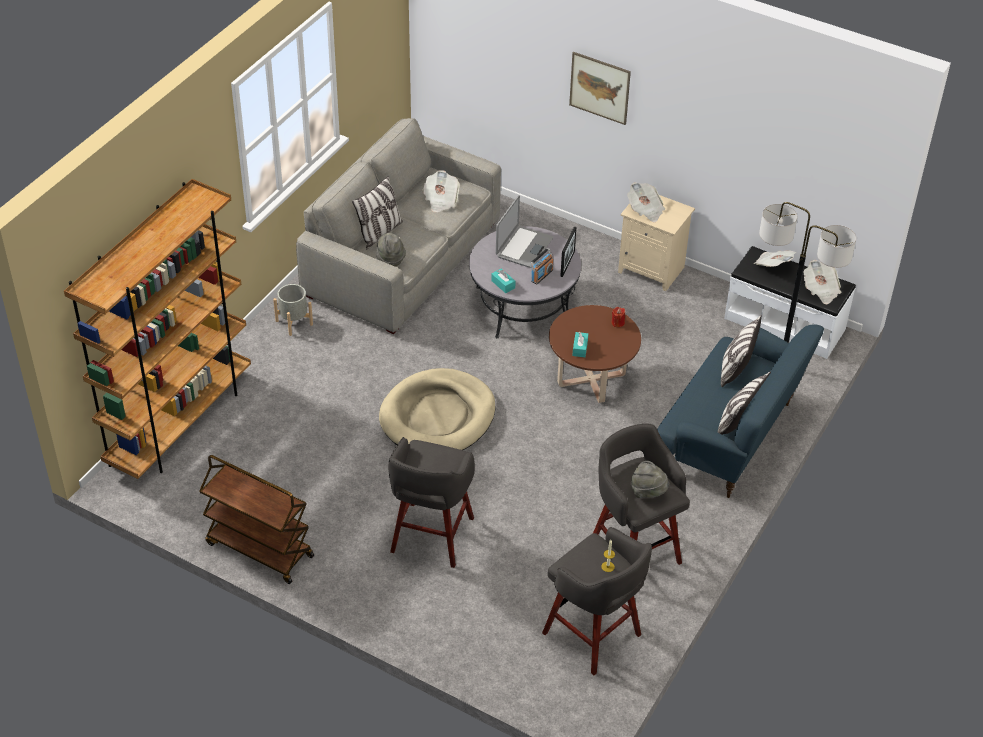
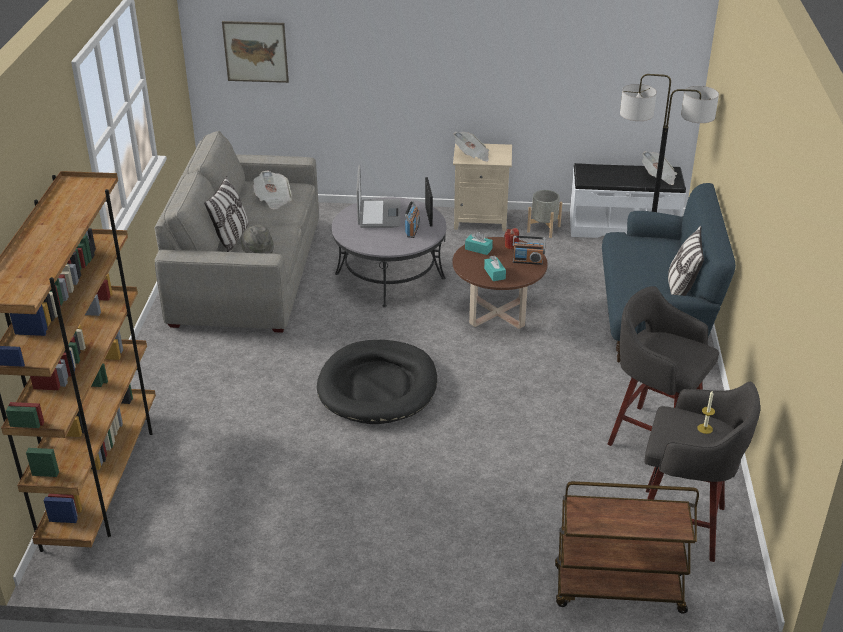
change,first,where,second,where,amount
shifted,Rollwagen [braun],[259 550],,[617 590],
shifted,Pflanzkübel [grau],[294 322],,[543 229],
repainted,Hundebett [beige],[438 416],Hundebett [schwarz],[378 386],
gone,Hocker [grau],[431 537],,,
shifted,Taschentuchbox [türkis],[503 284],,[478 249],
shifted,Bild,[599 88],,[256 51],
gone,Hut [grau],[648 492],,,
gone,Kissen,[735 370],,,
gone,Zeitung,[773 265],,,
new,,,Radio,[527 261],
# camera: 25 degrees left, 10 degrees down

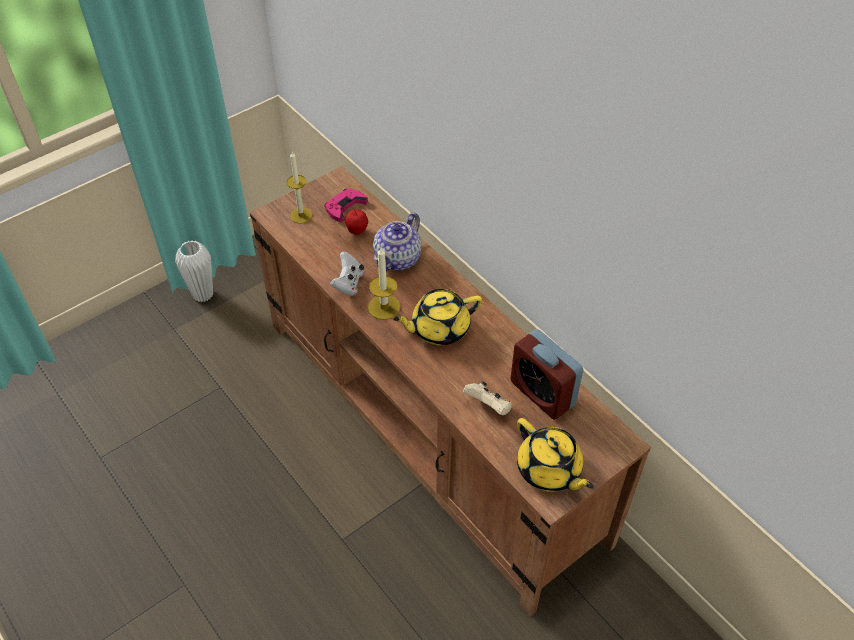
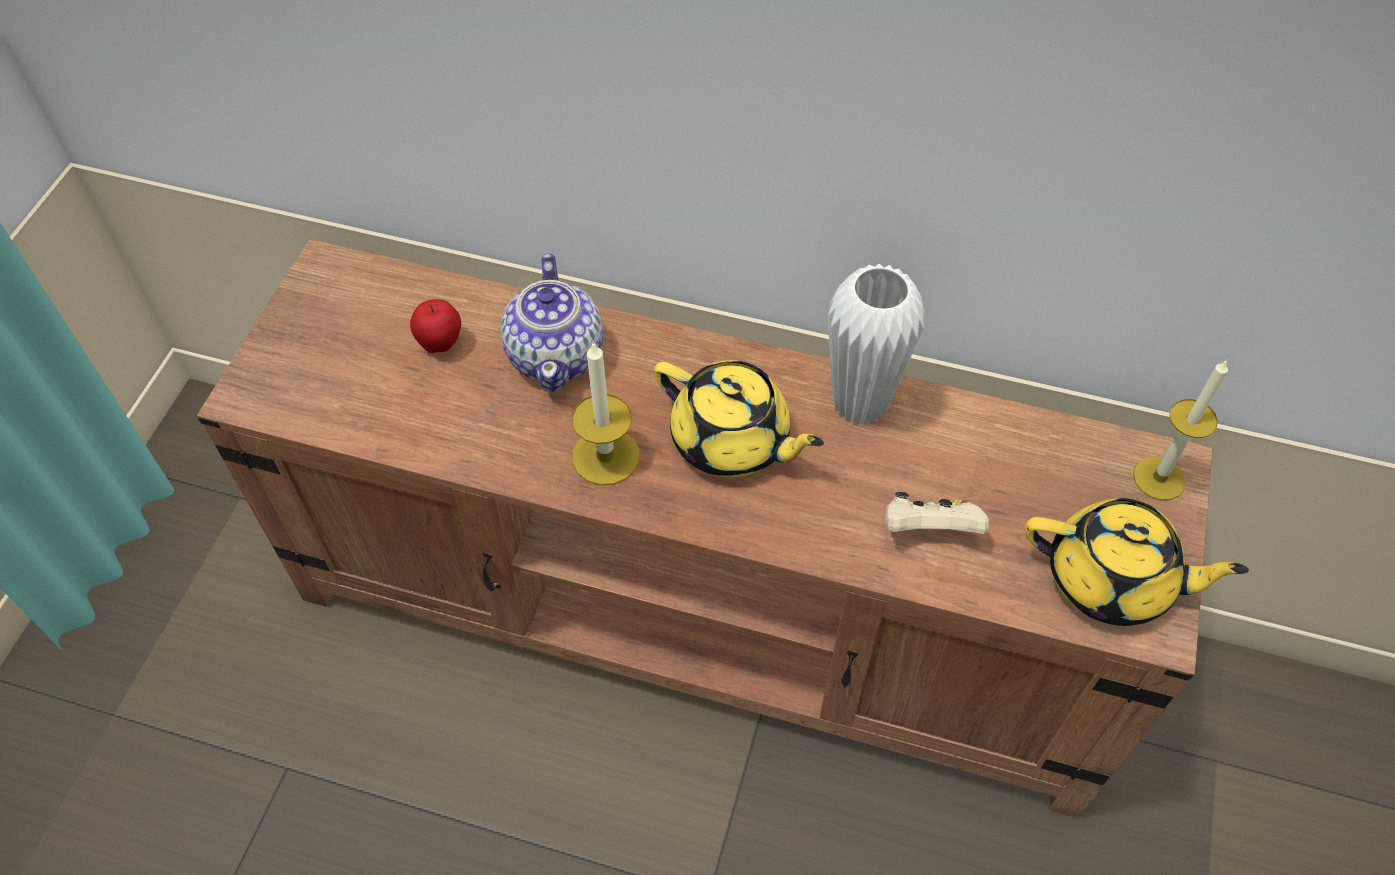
change,first,where,second,where,amount
shifted,Vase [weiß],[203 294],,[860 403],
shifted,Kerze,[301 215],,[1159 478],
gone,Gamepad [rosa],[345 207],,,
gone,Gamepad [weiß],[348 283],,,
rotated,Teekanne [gelb],[439 328],,[732 441],90 degrees counterclockwise
gone,Wecker,[542 393],,,
# camera: 35 degrees left, 5 degrees up

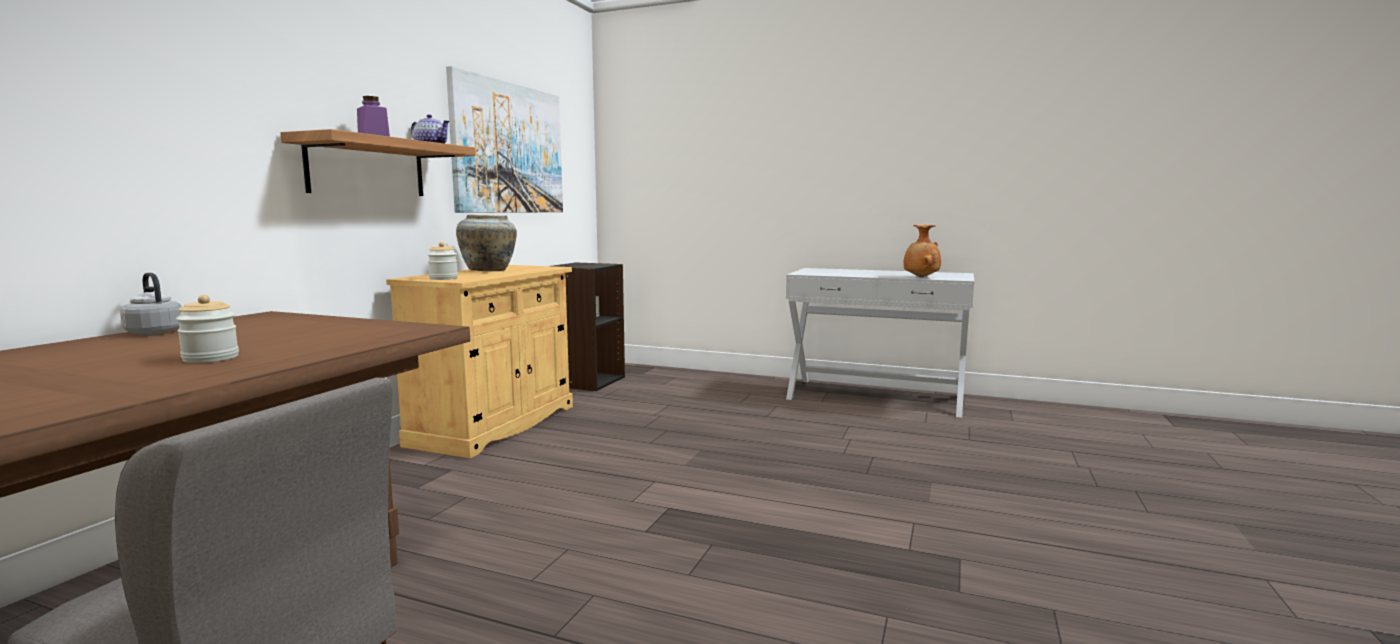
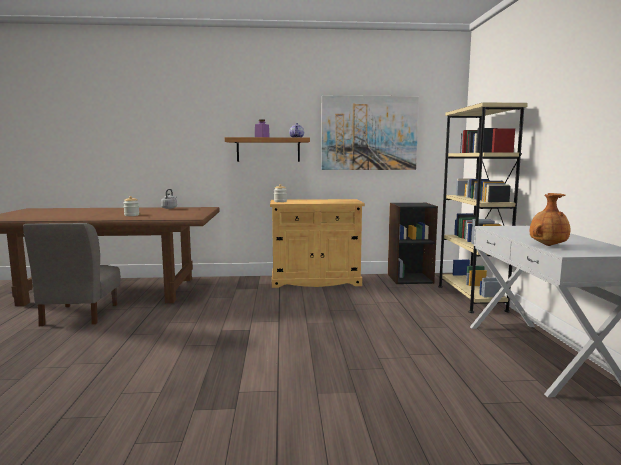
change,first,where,second,where,amount
gone,Vase [beige],[489 271],,,
new,,,Bücherregal [beige],[470 298],
# camera: 65 degrees right, 0 degrees up

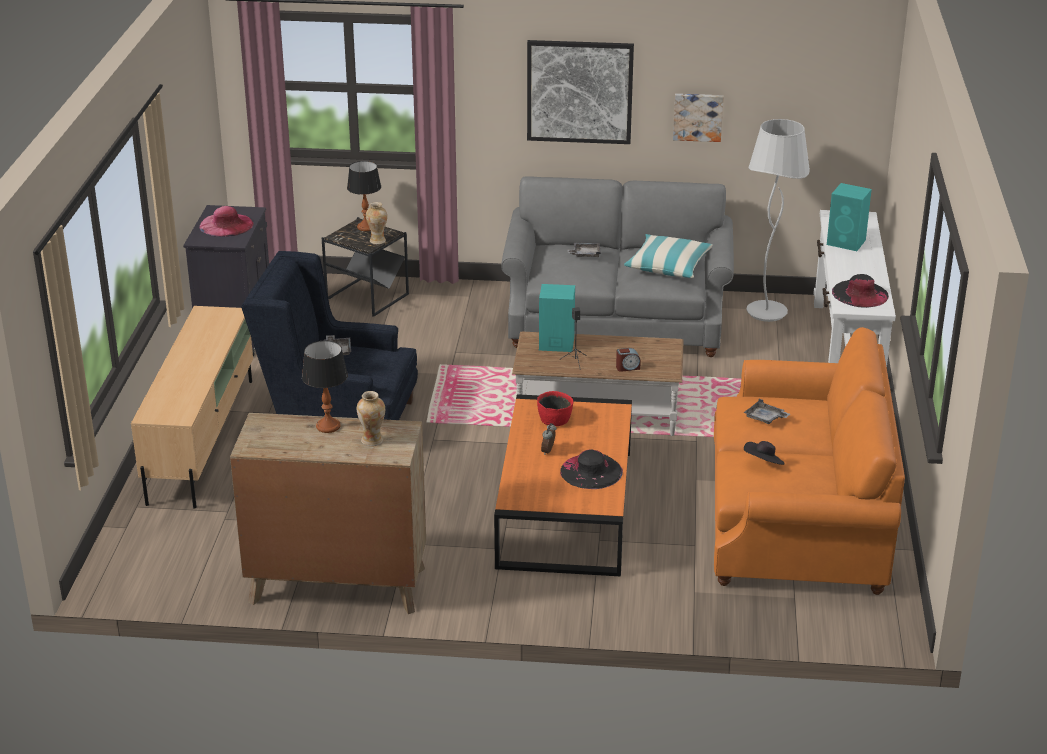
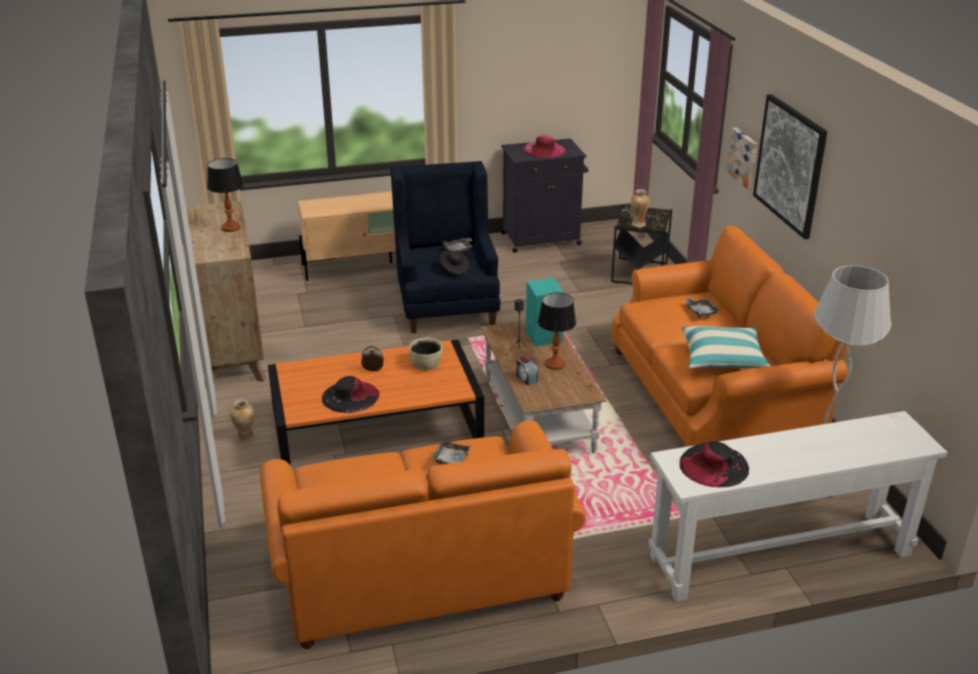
change,first,where,second,where,amount
shifted,Tischlampe,[366 227],,[555 364],
shifted,Vase,[372 440],,[245 439],
repainted,Sofa [grau],[617 320],Sofa [orange],[713 394],
repainted,Schüssel [rot],[555 419],Schüssel [beige],[426 364],
shifted,Bild,[698 116],,[744 157],
shifted,Hut [schwarz],[763 463],,[454 269],
gone,Lautsprecher [türkis],[847 242],,,
# camera: 70 degrees right, 0 degrees up

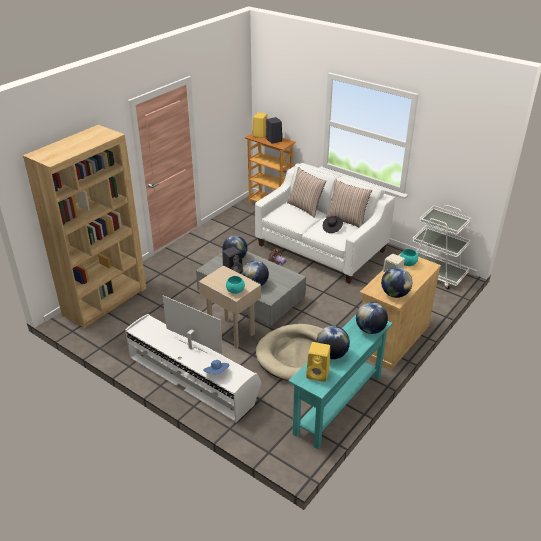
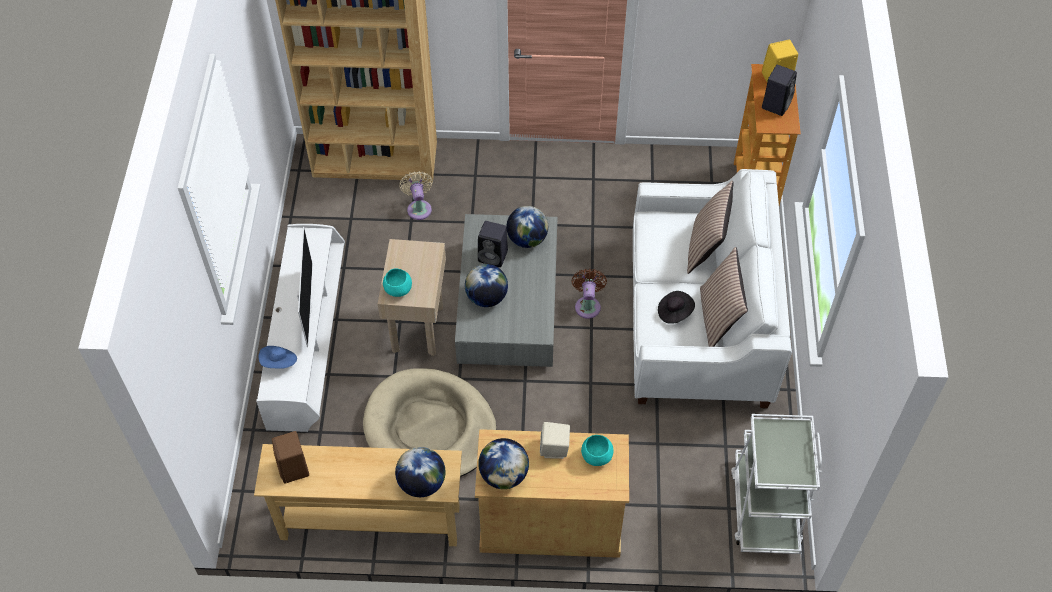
change,first,where,second,where,amount
repainted,Konsolentisch [türkis],[339 405],Konsolentisch [beige],[370 523],
repainted,Lautsprecher [gelb],[318 374],Lautsprecher [braun],[294 469],
gone,Globus,[332 354],,,
new,,,Ventilator [beige],[419 207],
# camera: 55 degrees right, 20 degrees up

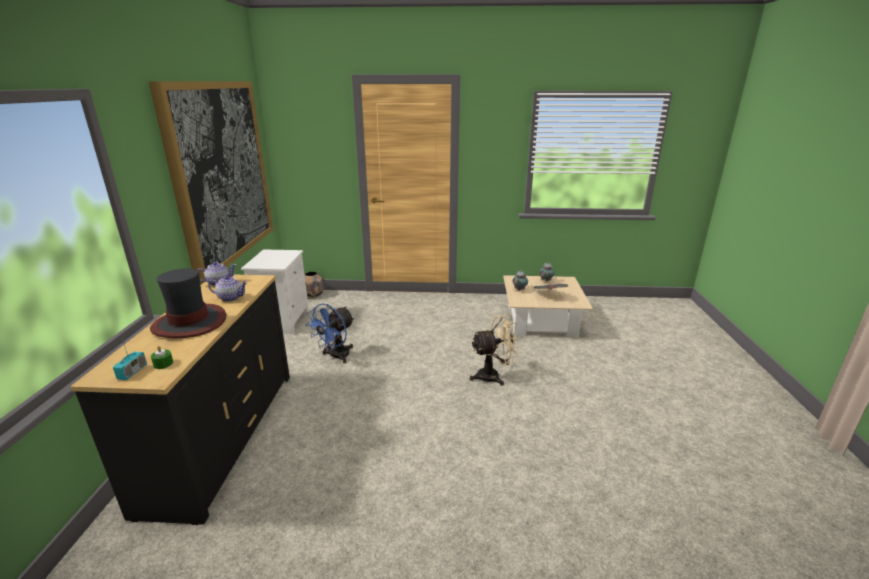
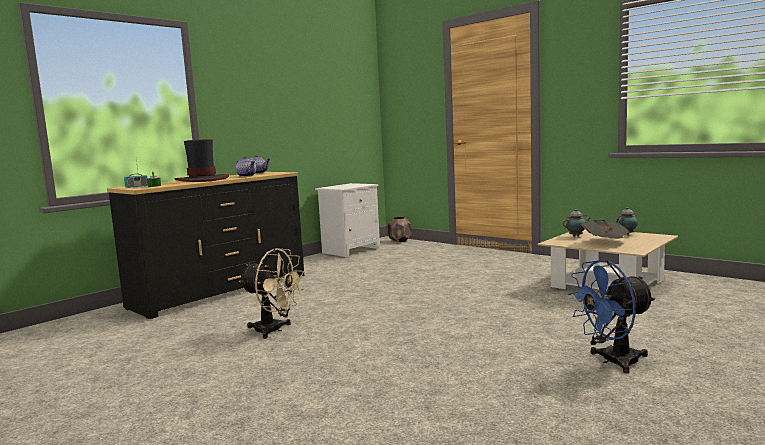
change,first,where,second,where,amount
gone,Bild,[221 173],,,
shifted,Ventilator [blau],[335 357],,[612 361],
shifted,Ventilator [beige],[493 376],,[274 330],
# camera: 40 degrees right, 15 degrees down

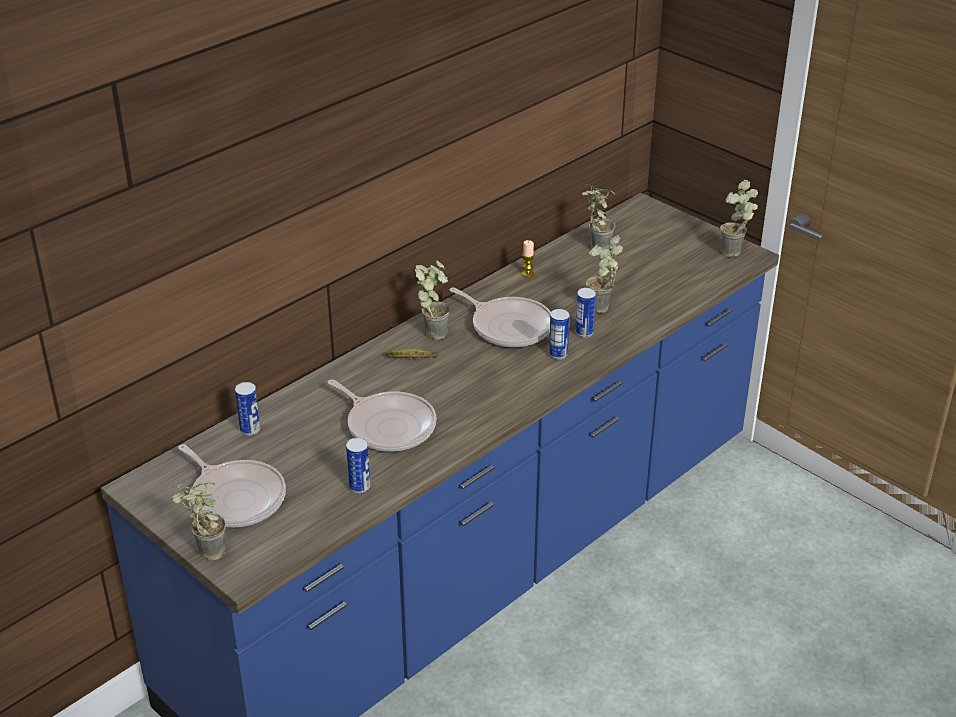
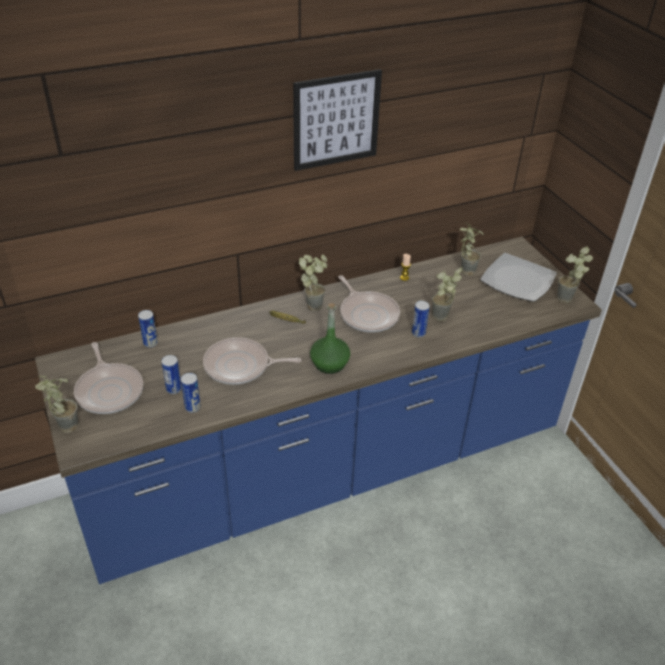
change,first,where,second,where,amount
rotated,Pfanne,[388 426],,[240 366],120 degrees clockwise
shifted,Dose,[558 354],,[173 389],
new,,,Bild,[336 120],
new,,,Flasche [grün],[329 363],
new,,,Teller,[518 281],
# camera: 20 degrees right, 5 degrees up

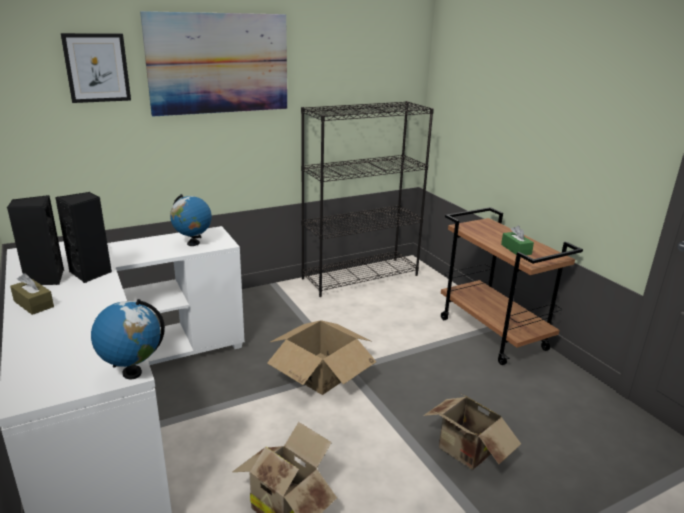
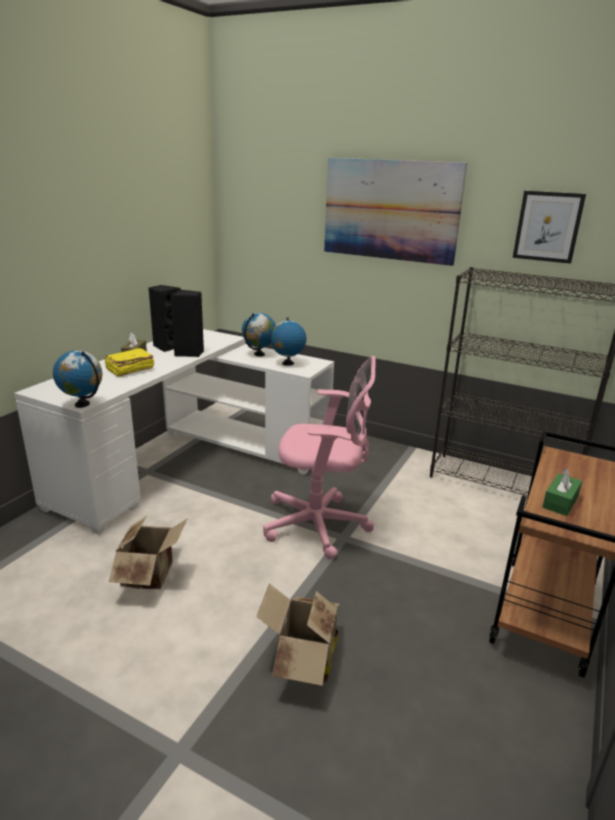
change,first,where,second,where,amount
shifted,Bild,[97 68],,[548 227],
swapped,Karton,[321 373],Bürostuhl [rosa],[320 525],
new,,,Buch [gelb],[129 370],
new,,,Globus,[259 354],
# camera: 55 degrees right, 0 degrees up

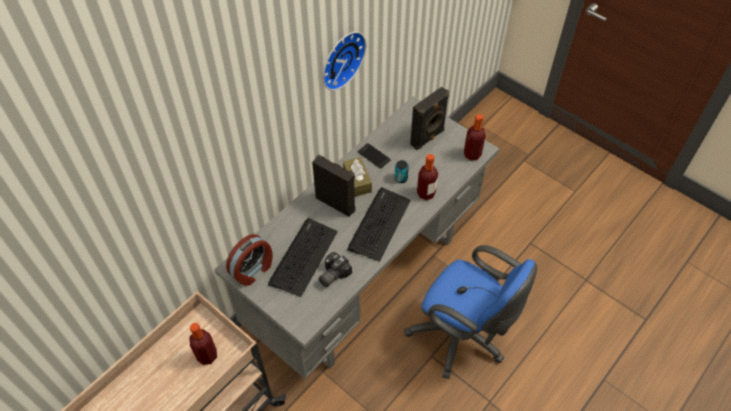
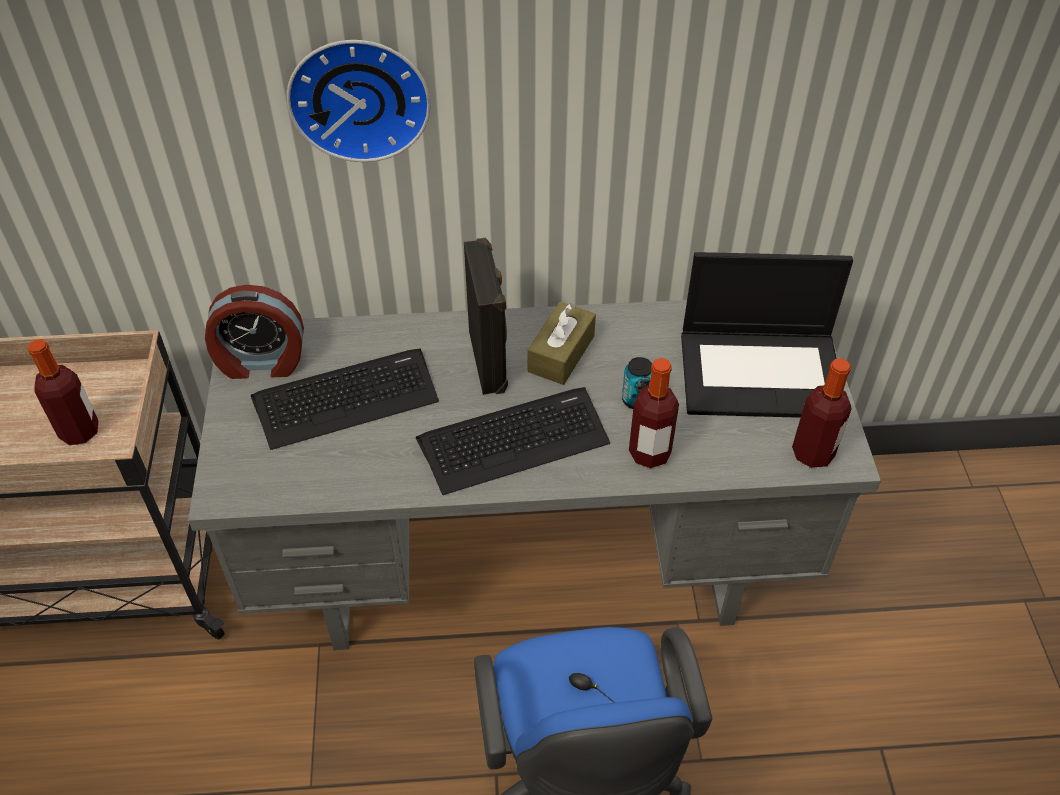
change,first,where,second,where,amount
gone,Kamera,[332 274],,,
shifted,Wanduhr,[340 59],,[359 96],
gone,Handy,[374 156],,,
swapped,Lautsprecher [schwarz],[428 138],Laptop,[762 372],
# camera: 45 degrees right, 5 degrees down

